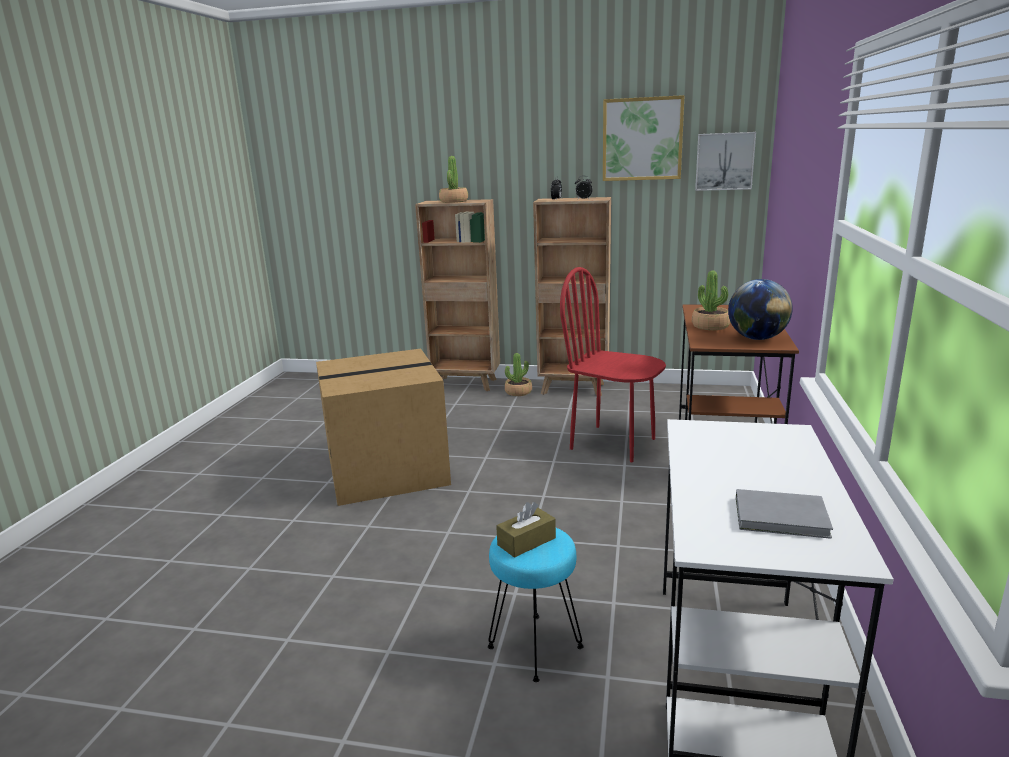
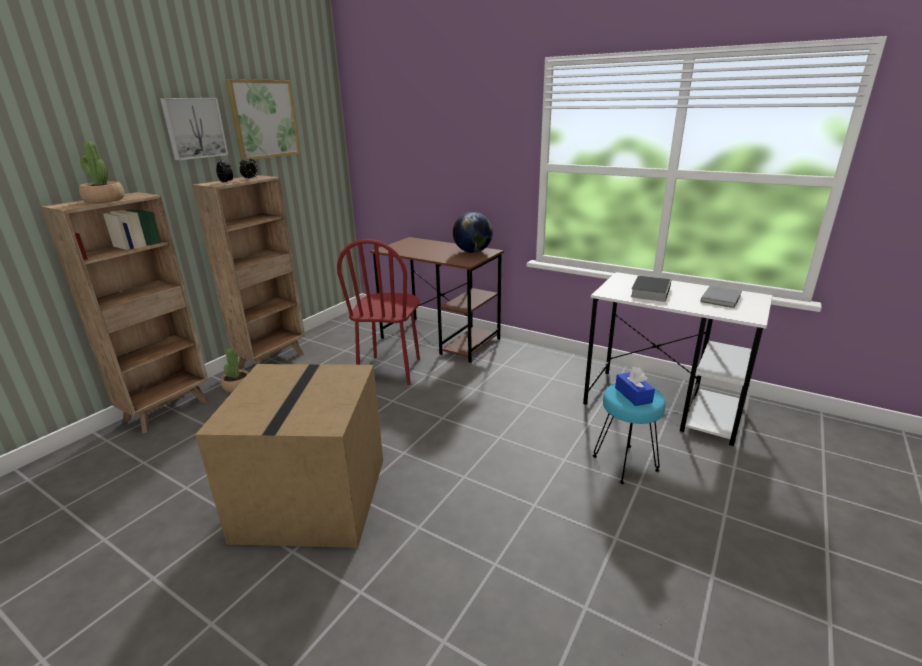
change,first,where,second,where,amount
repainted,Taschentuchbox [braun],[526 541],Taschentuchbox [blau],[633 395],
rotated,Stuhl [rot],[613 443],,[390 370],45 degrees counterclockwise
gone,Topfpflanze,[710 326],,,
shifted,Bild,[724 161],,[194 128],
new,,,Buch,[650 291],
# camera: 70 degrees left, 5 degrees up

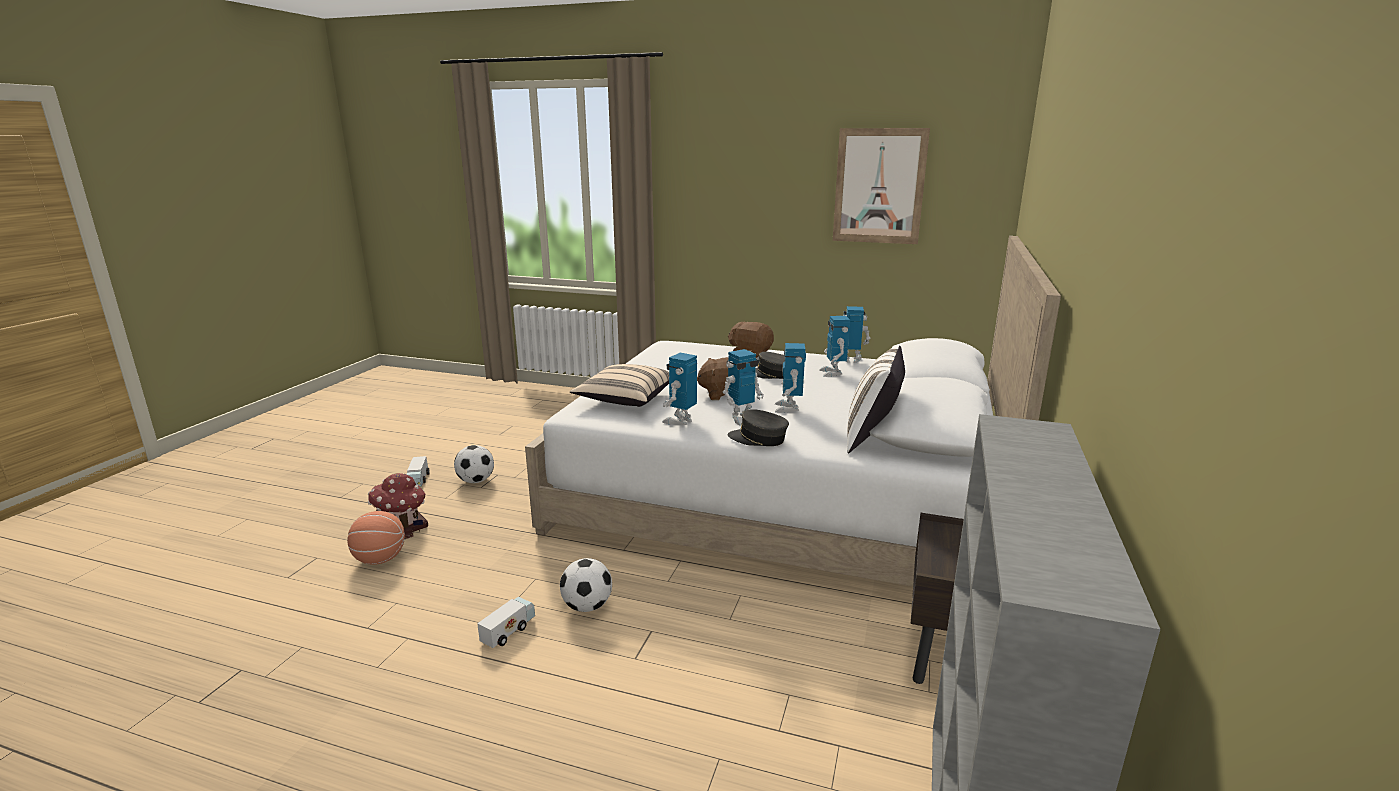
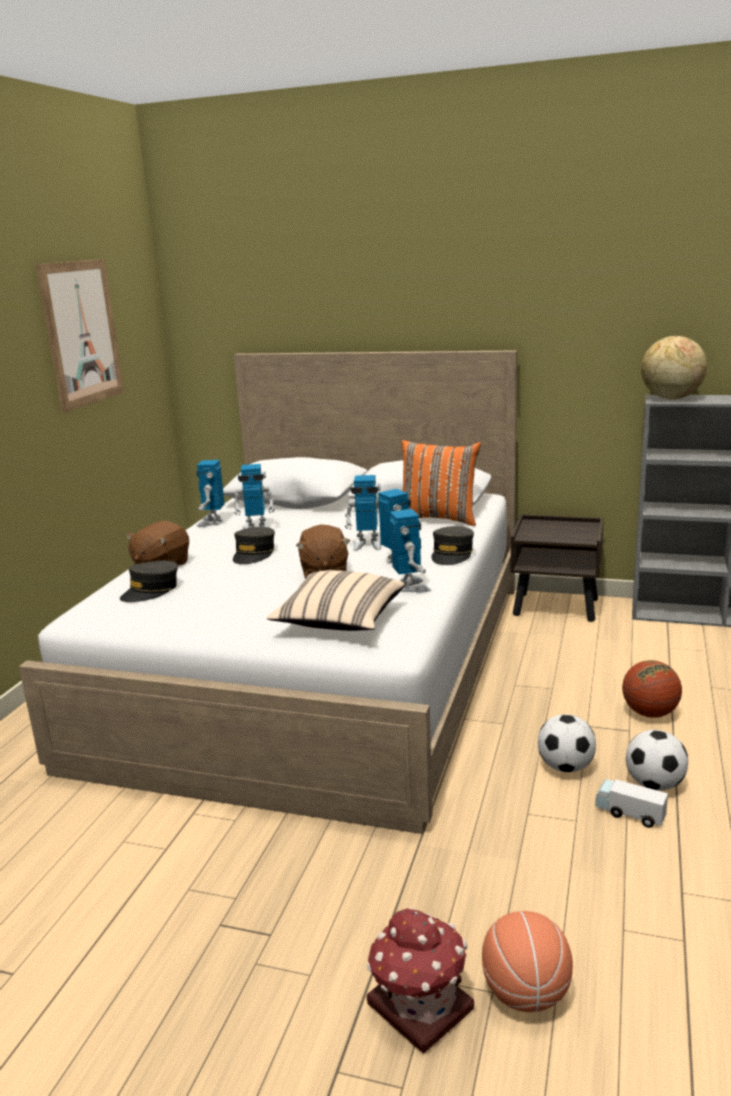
change,first,where,second,where,amount
gone,Spielzeuglaster,[418 480],,,
shifted,Fußball,[476 481],,[655 784],
rotated,Spielzeugroboter,[680 421],,[411 587],135 degrees counterclockwise
repainted,Kissen [weiß],[872 438],Kissen [orange],[438 518],
new,,,Kappe [grau],[151 591],
new,,,Basketball,[650 713],
new,,,Globus,[670 398],
# camera: 90 degrees left, 0 degrees up

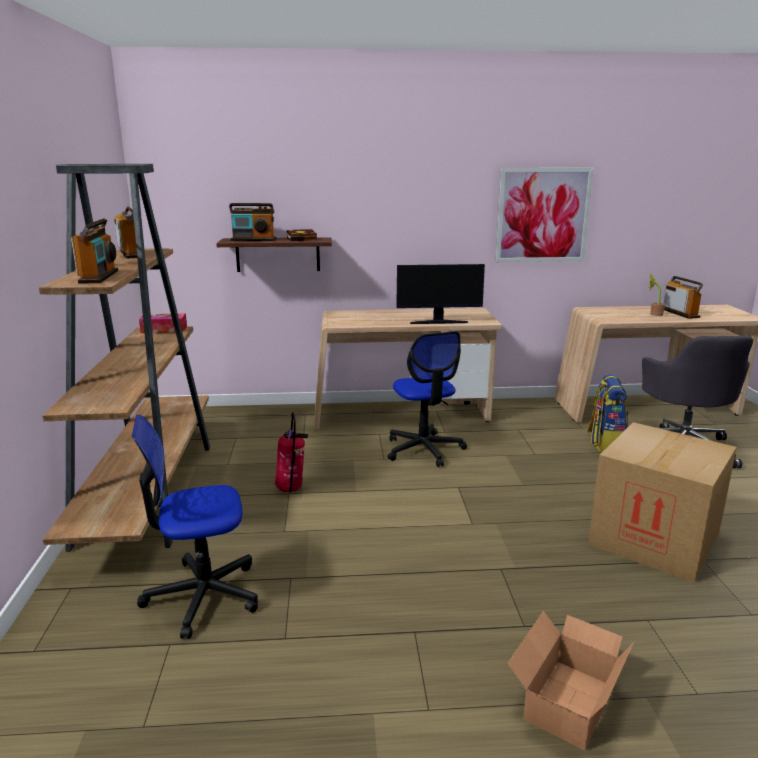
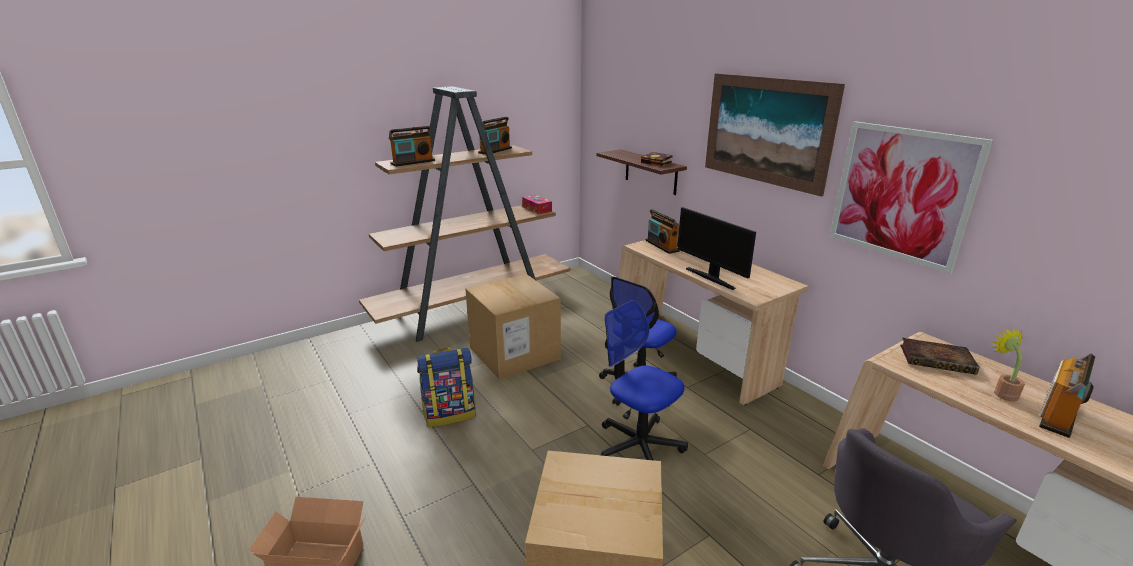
change,first,where,second,where,amount
shifted,Bürostuhl,[202 595],,[638 447],
shifted,Radio,[253 240],,[662 246],
swapped,Feuerlöscher,[291 490],Karton,[514 353],
shifted,Rucksack,[605 443],,[450 414],
new,,,Bild,[766 131],
new,,,Buch,[938 359],
# camera: 60 degrees right, 5 degrees up

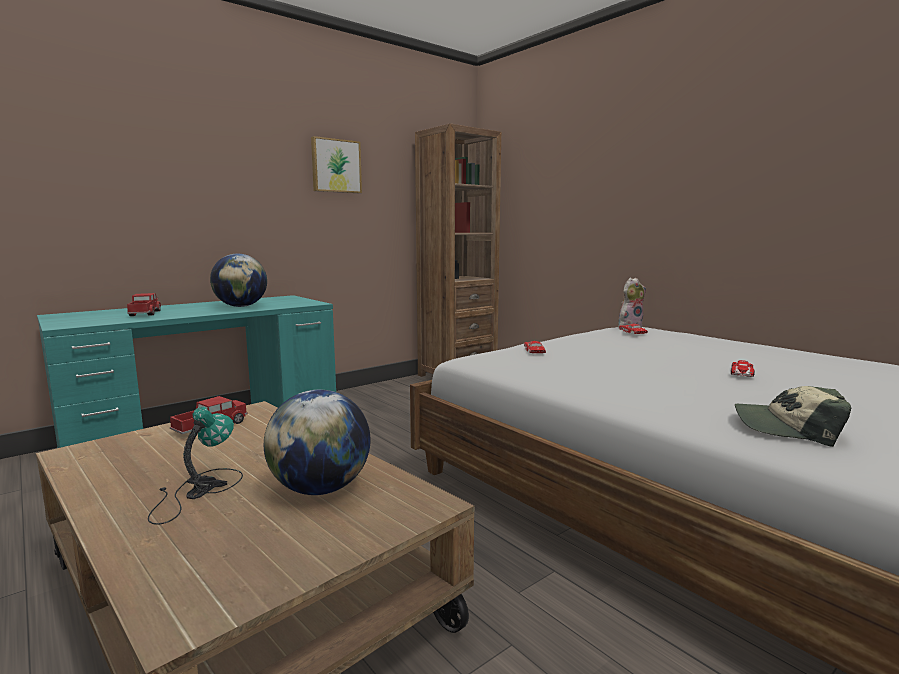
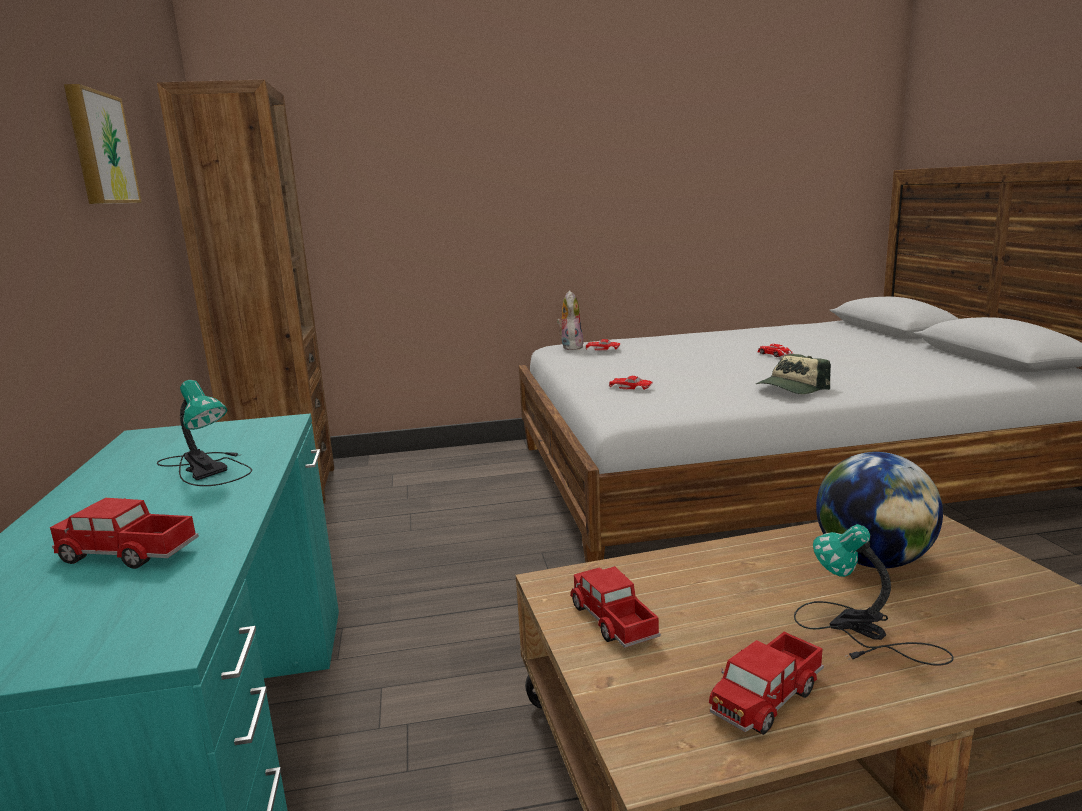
change,first,where,second,where,amount
swapped,Globus,[241 306],Tischlampe,[205 469],
shifted,Kappe,[787 428],,[791 388],
new,,,Spielzeuglaster,[766 698],
# camera: 60 degrees left, 5 degrees up

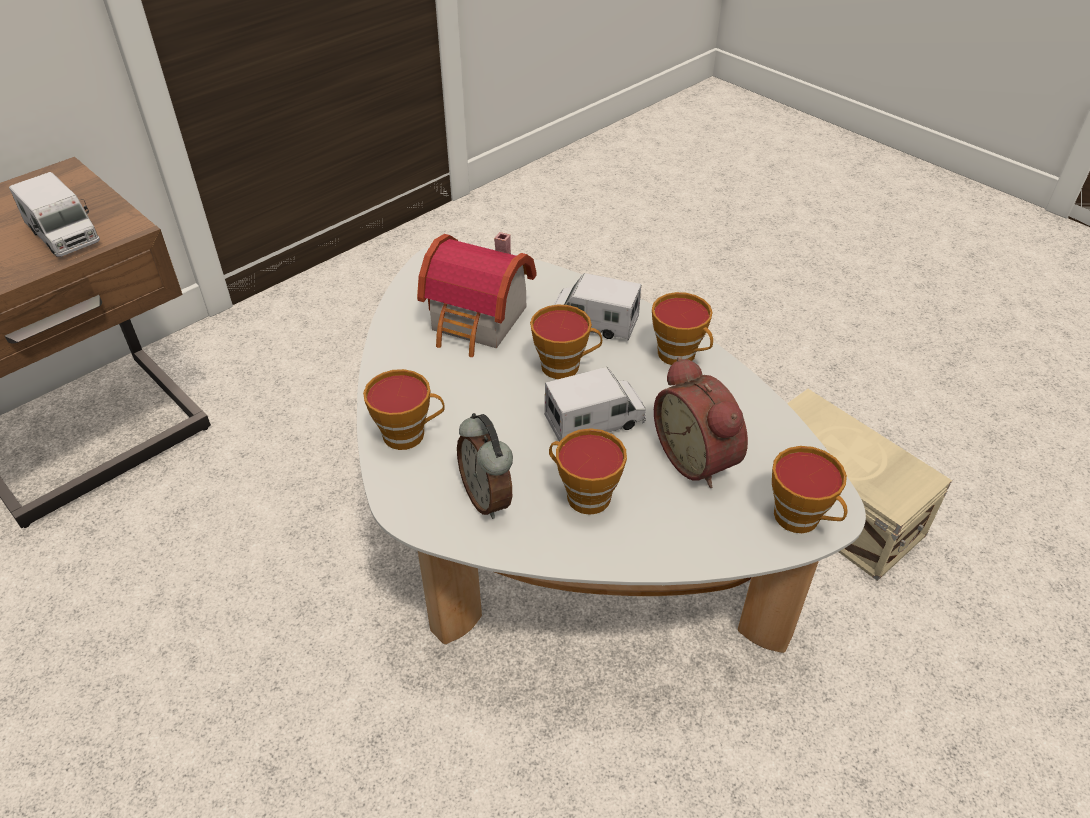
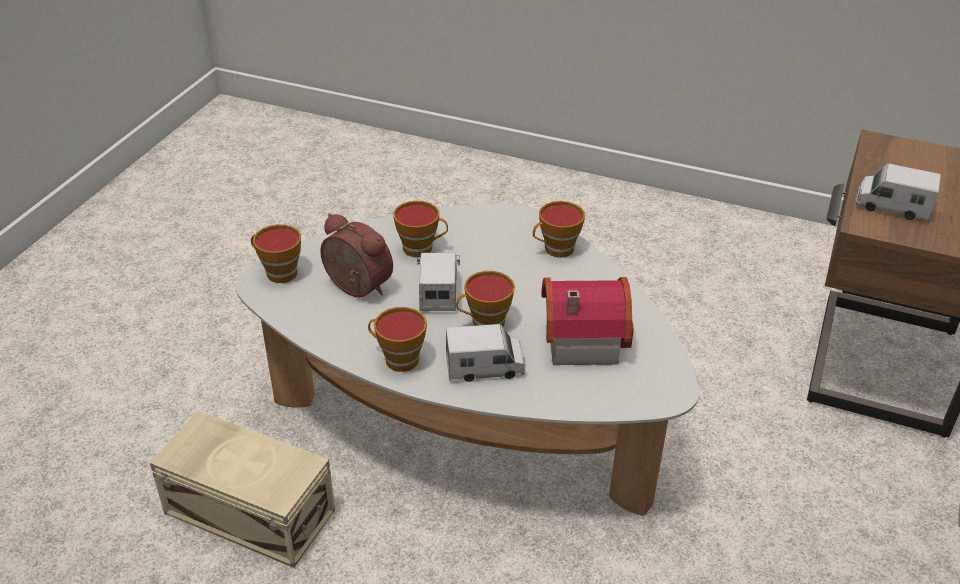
change,first,where,second,where,amount
gone,Wecker,[488 498],,,
rotated,Spielzeuglaster,[595 422],,[438 291],135 degrees clockwise
# camera: 155 degrees right, 5 degrees down

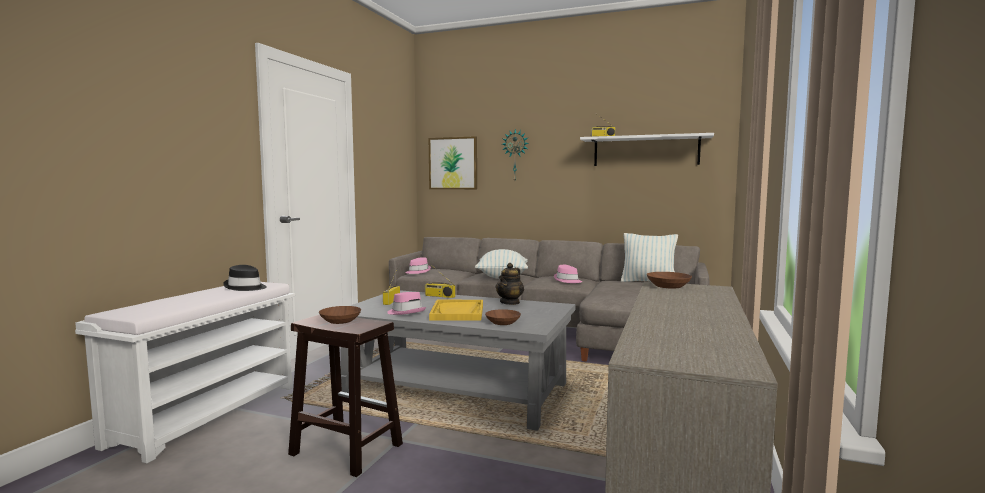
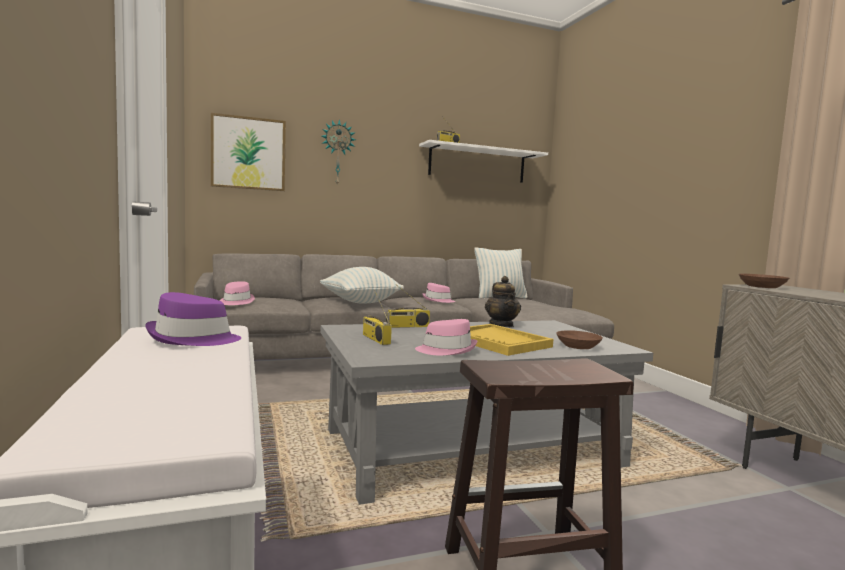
change,first,where,second,where,amount
repainted,Hut [schwarz],[245 287],Hut [lila],[193 339],
gone,Schüssel [braun],[340 321],,,
# camera: 40 degrees left, 0 degrees up

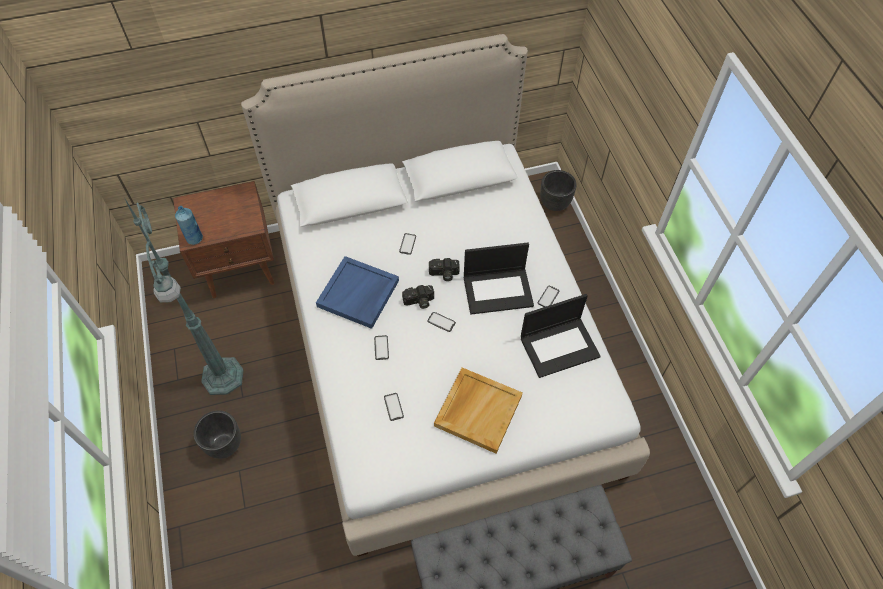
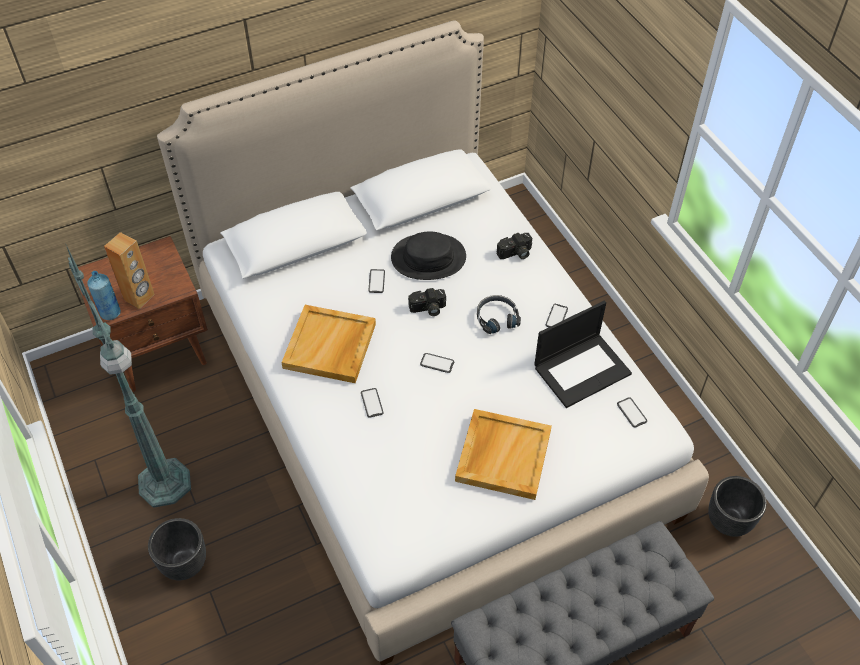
change,first,where,second,where,amount
repainted,Tablett [blau],[358 294],Tablett [beige],[330 347],
shifted,Handy,[393 407],,[631 412],
shifted,Kamera,[419 302],,[515 254],
swapped,Laptop,[498 290],Kopfhörer [schwarz],[496 317],
shifted,Pflanzkübel [schwarz],[555 203],,[728 520],
new,,,Lautsprecher [braun],[139 297],
new,,,Hut [schwarz],[428 257],
# camera: 10 degrees left, 5 degrees down

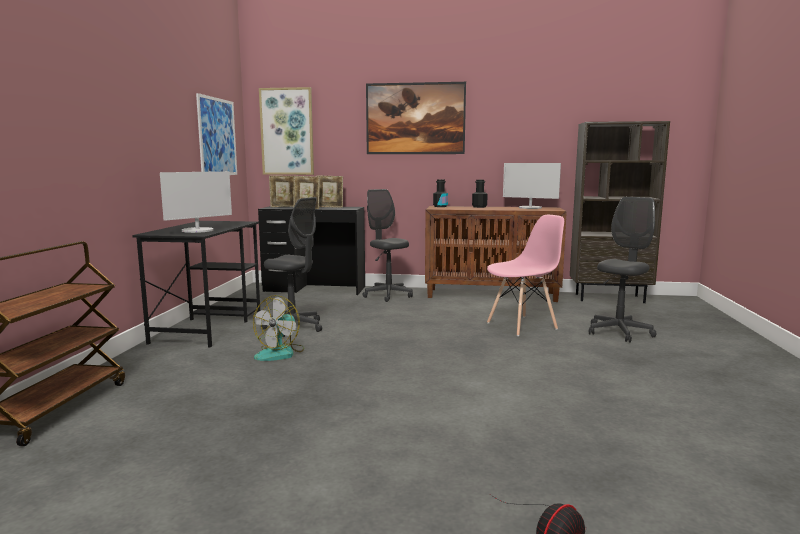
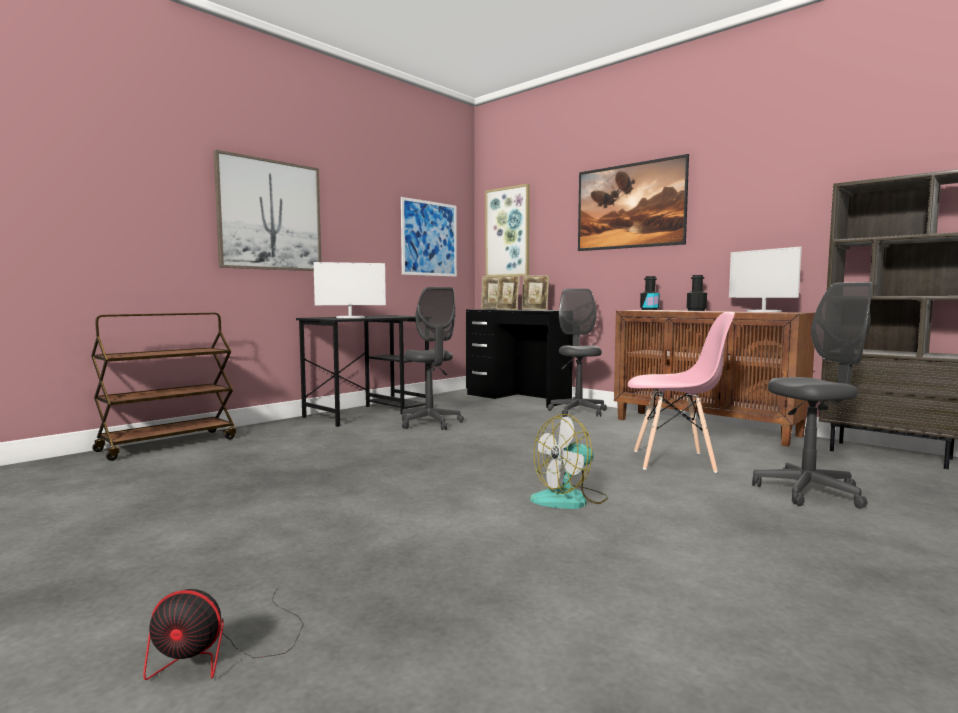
change,first,where,second,where,amount
shifted,Ventilator,[281 353],,[570 499],
new,,,Bild,[270 215],
# camera: 35 degrees right, 5 degrees down

